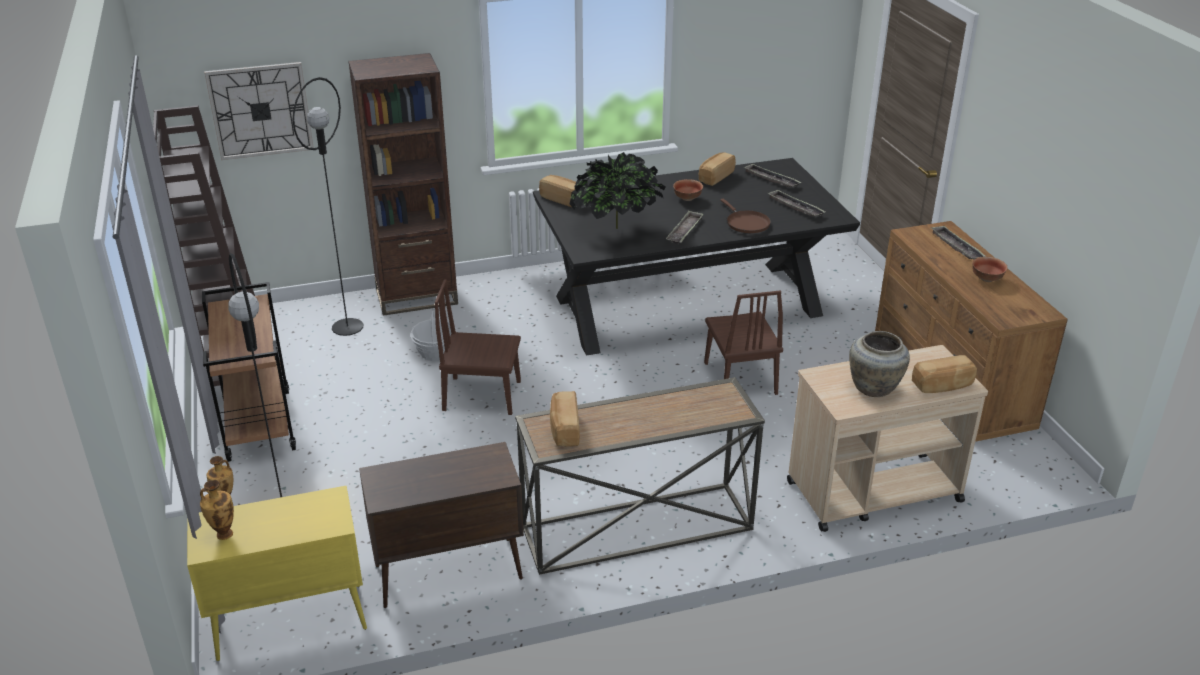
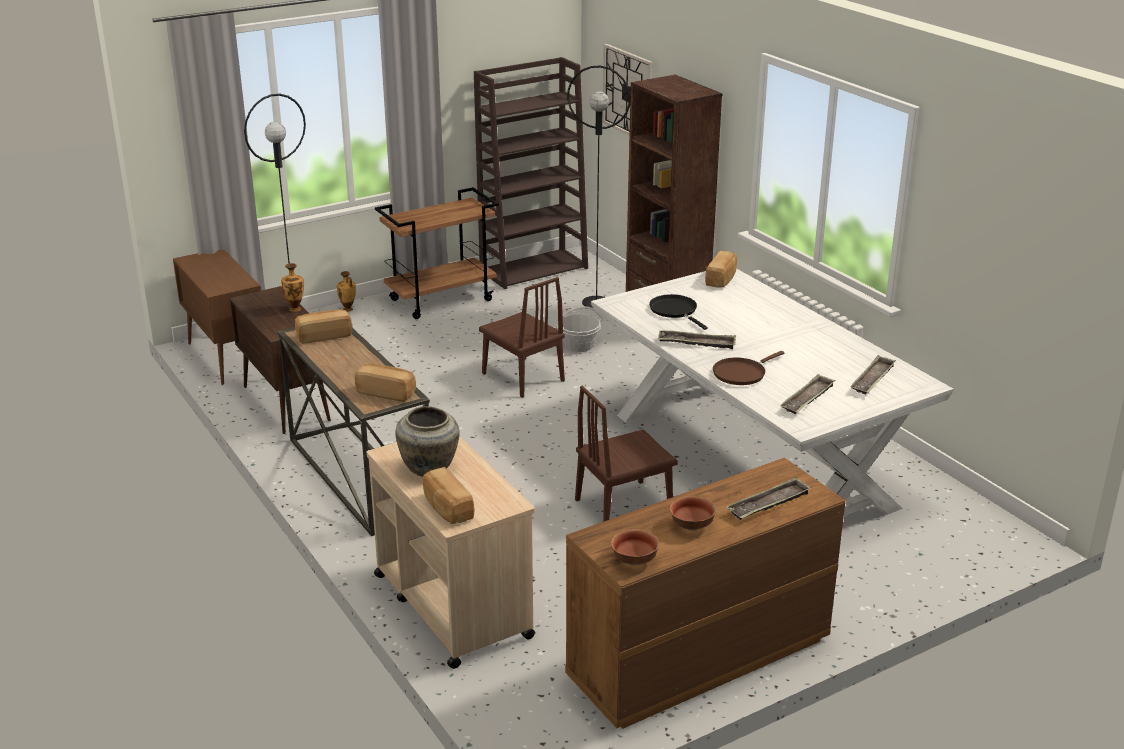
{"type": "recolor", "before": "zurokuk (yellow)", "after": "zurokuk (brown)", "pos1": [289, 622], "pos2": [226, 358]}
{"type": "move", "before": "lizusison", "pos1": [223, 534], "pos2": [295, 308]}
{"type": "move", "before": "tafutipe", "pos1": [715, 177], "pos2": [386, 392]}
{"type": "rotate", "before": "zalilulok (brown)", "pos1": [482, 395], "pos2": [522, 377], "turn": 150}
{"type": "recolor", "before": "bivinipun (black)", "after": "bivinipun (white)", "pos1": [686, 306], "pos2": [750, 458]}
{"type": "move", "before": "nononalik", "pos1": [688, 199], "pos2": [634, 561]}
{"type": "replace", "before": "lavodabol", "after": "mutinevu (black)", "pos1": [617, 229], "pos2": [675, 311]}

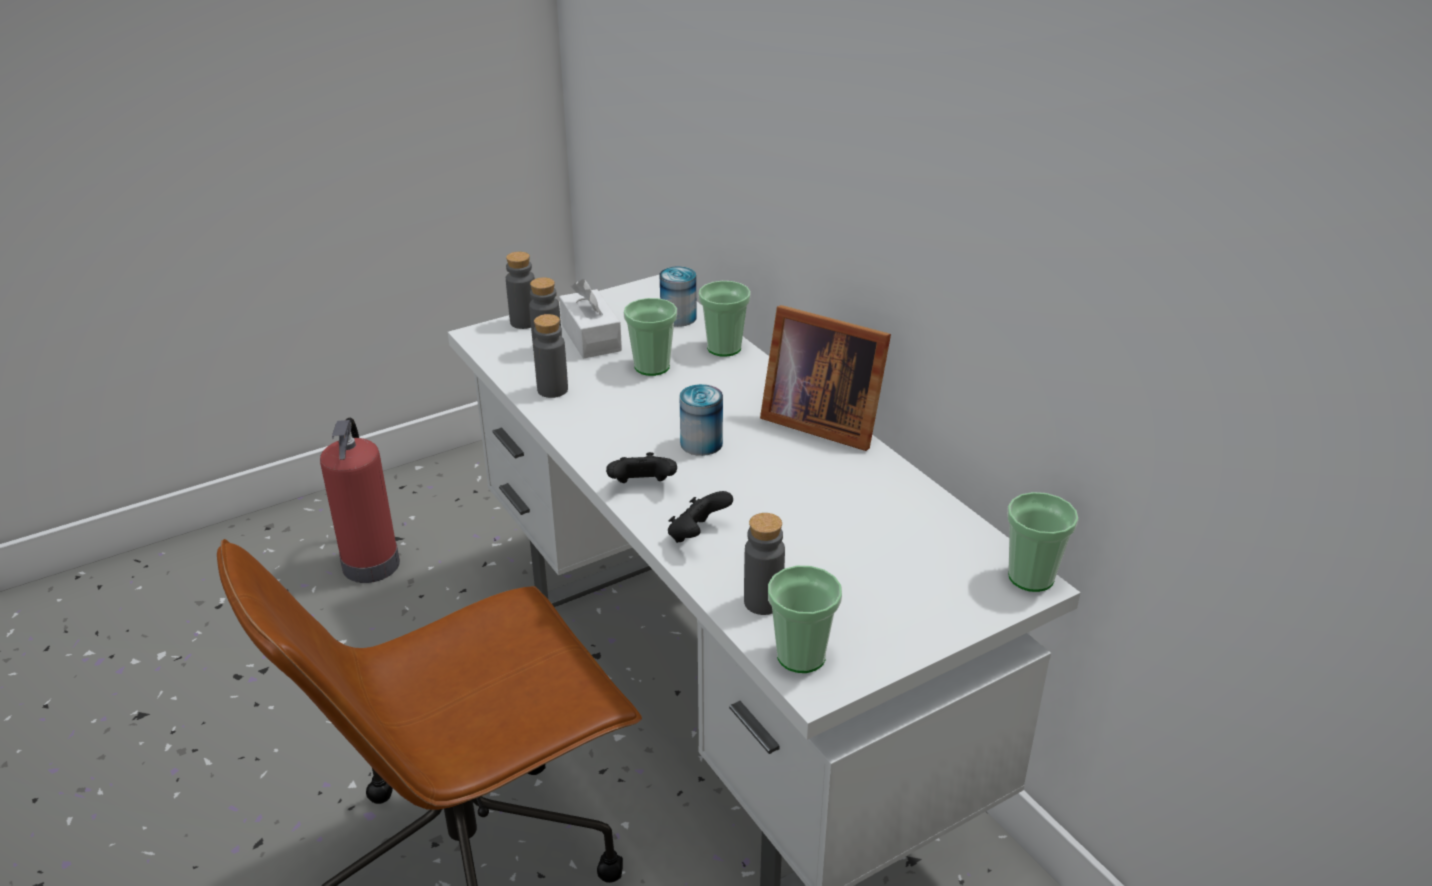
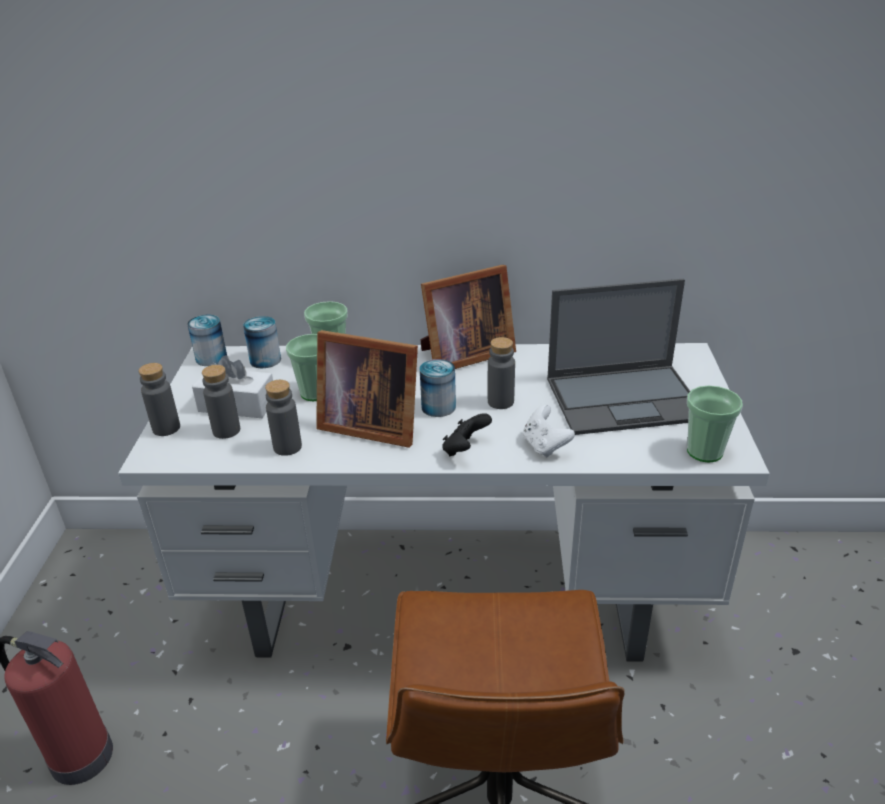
{"type": "insert", "after": "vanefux", "pos2": [211, 358]}
{"type": "insert", "after": "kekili", "pos2": [368, 424]}
{"type": "move", "before": "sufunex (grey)", "pos1": [763, 602], "pos2": [500, 402]}
{"type": "recolor", "before": "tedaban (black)", "after": "tedaban (white)", "pos1": [697, 535], "pos2": [545, 446]}
{"type": "insert", "after": "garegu", "pos2": [625, 399]}
{"type": "delete", "before": "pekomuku", "pos1": [1031, 577]}

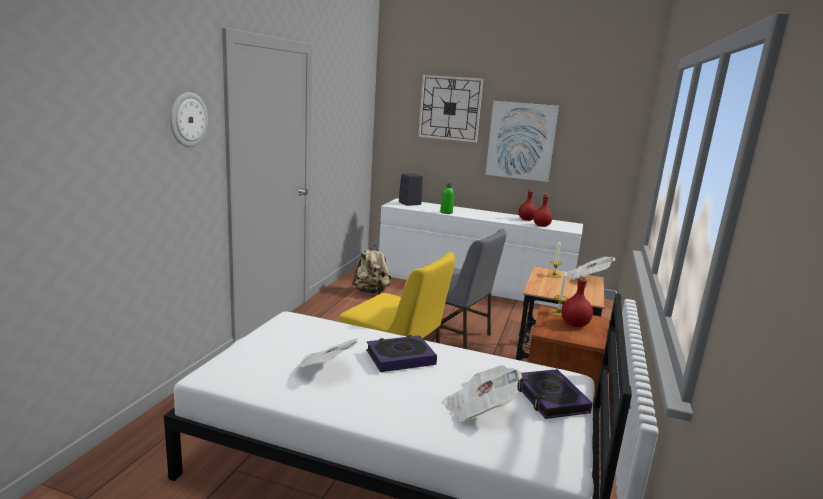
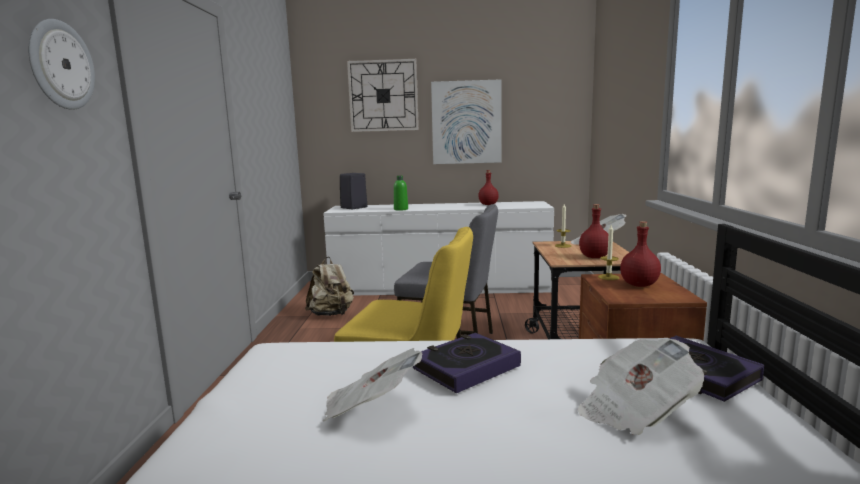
{"type": "move", "before": "sufunex (red)", "pos1": [541, 225], "pos2": [593, 257]}

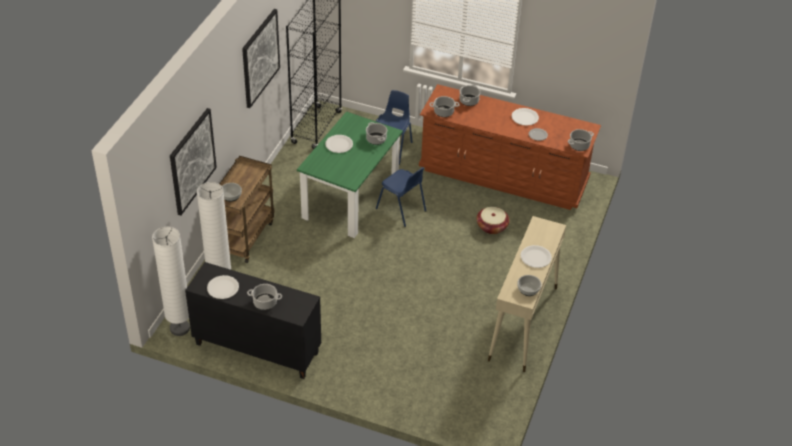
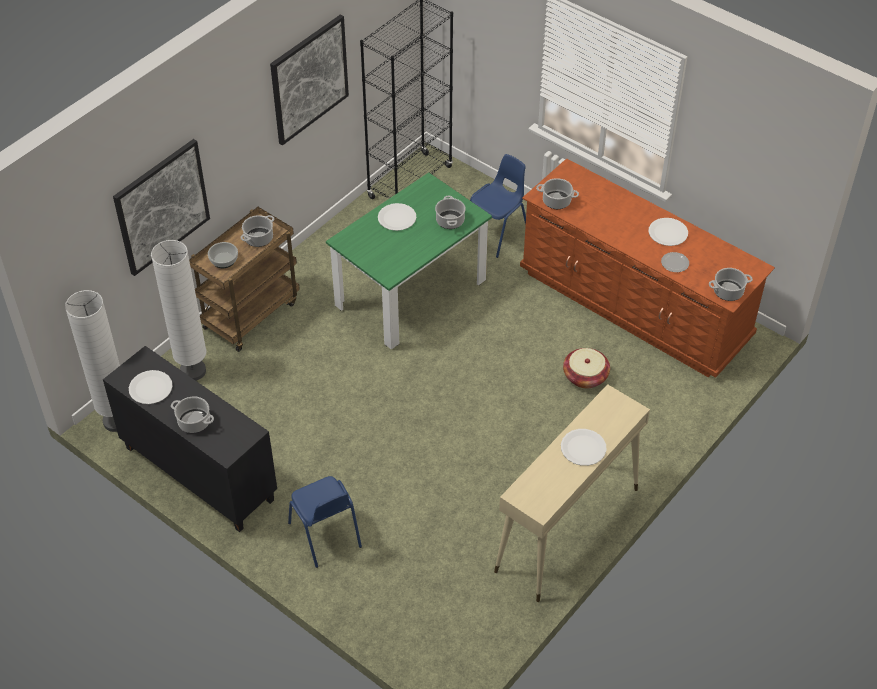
{"type": "move", "before": "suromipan", "pos1": [469, 101], "pos2": [258, 239]}
{"type": "move", "before": "zalilulok (blue)", "pos1": [401, 210], "pos2": [325, 535]}
{"type": "delete", "before": "nononalik", "pos1": [528, 289]}

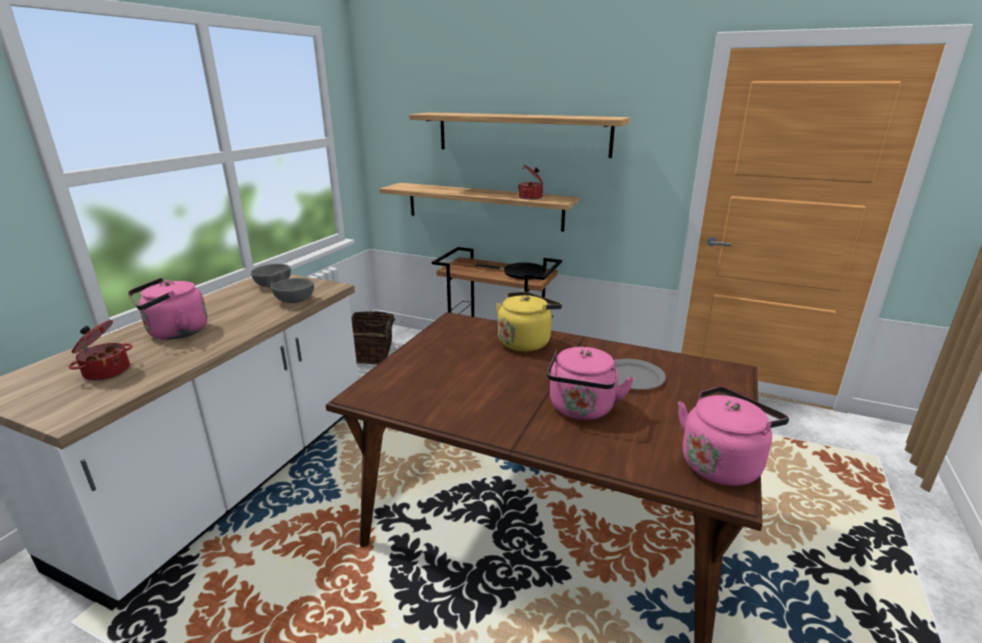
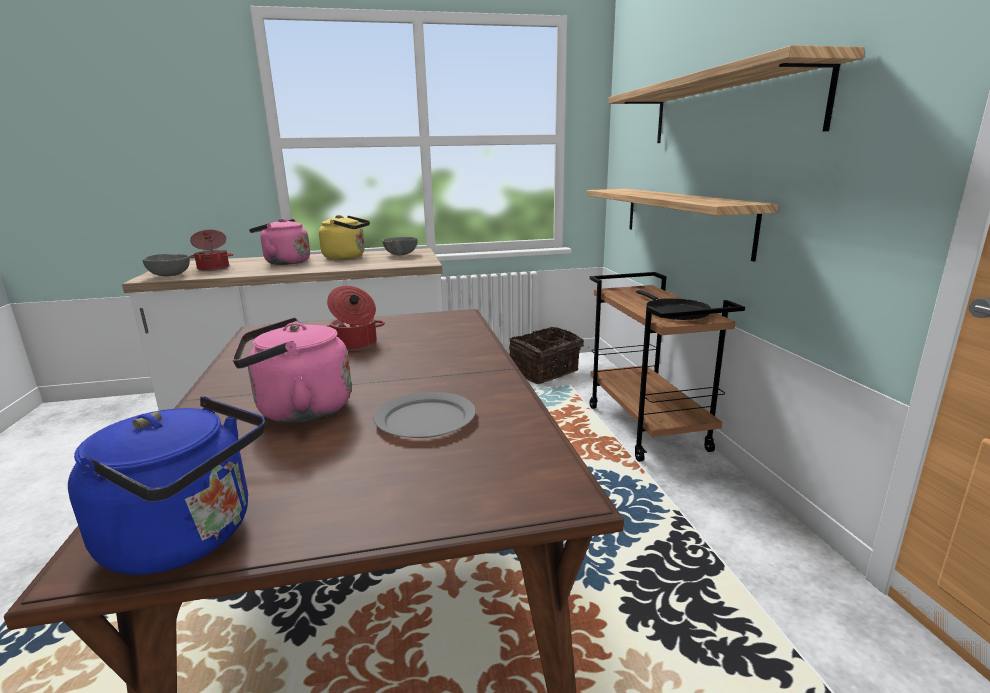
{"type": "recolor", "before": "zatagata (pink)", "after": "zatagata (blue)", "pos1": [722, 463], "pos2": [188, 538]}
{"type": "move", "before": "nononalik (grey)", "pos1": [294, 301], "pos2": [170, 275]}
{"type": "move", "before": "zatagata (yellow)", "pos1": [526, 342], "pos2": [347, 257]}
{"type": "move", "before": "suromipan", "pos1": [531, 197], "pos2": [355, 345]}

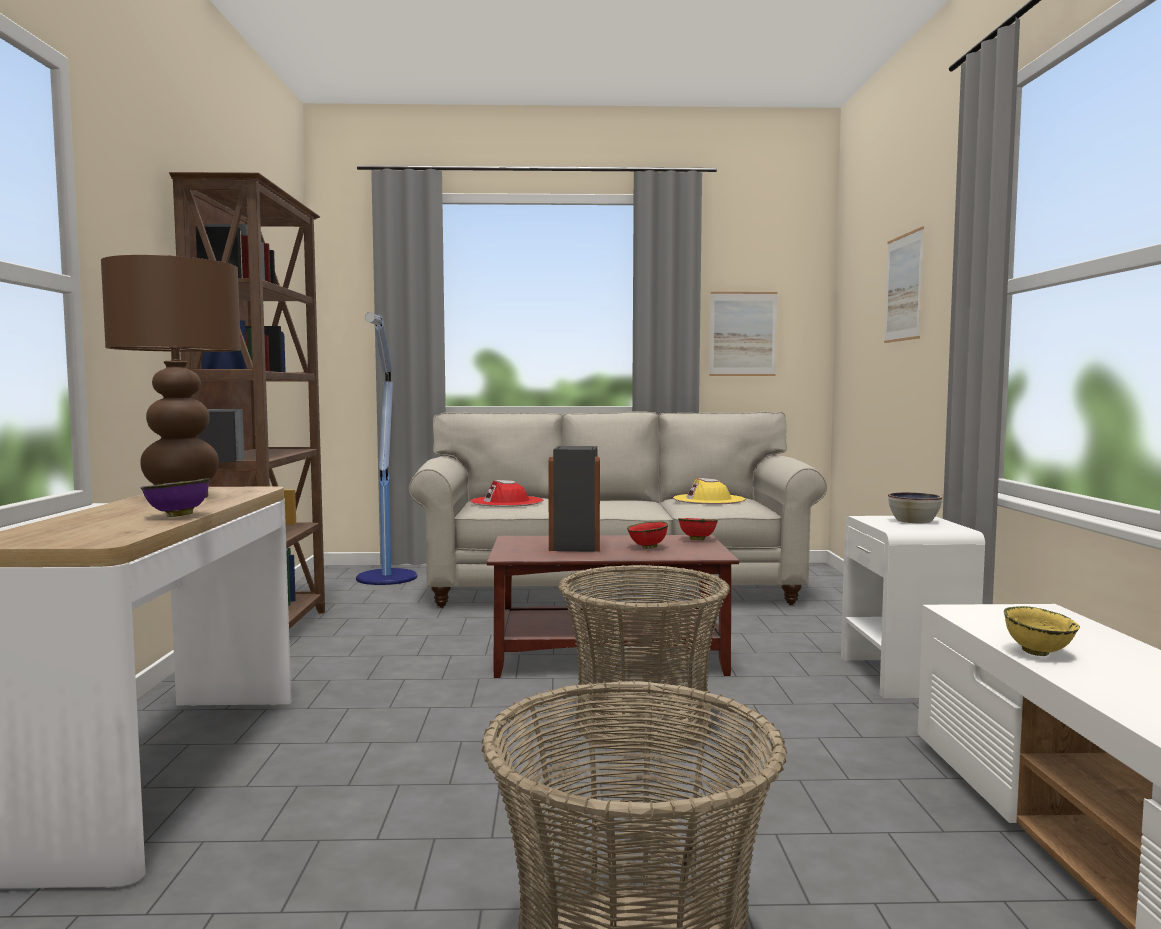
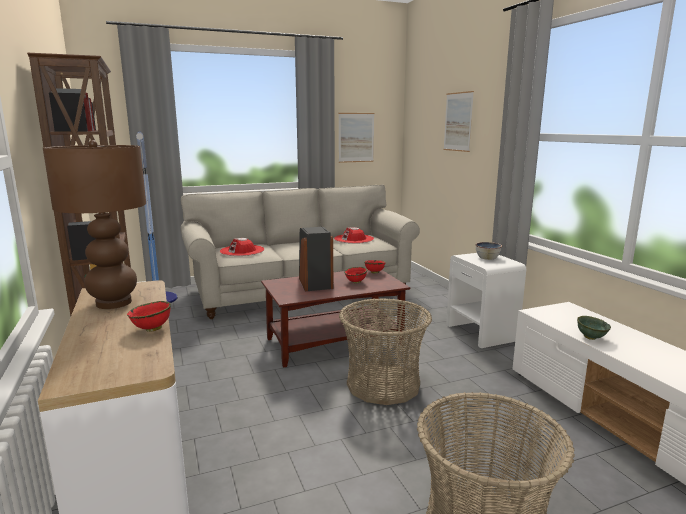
{"type": "recolor", "before": "nononalik (purple)", "after": "nononalik (red)", "pos1": [177, 516], "pos2": [152, 329]}
{"type": "recolor", "before": "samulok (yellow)", "after": "samulok (red)", "pos1": [709, 499], "pos2": [354, 239]}
{"type": "recolor", "before": "nononalik (yellow)", "after": "nononalik (green)", "pos1": [1038, 653], "pos2": [591, 337]}

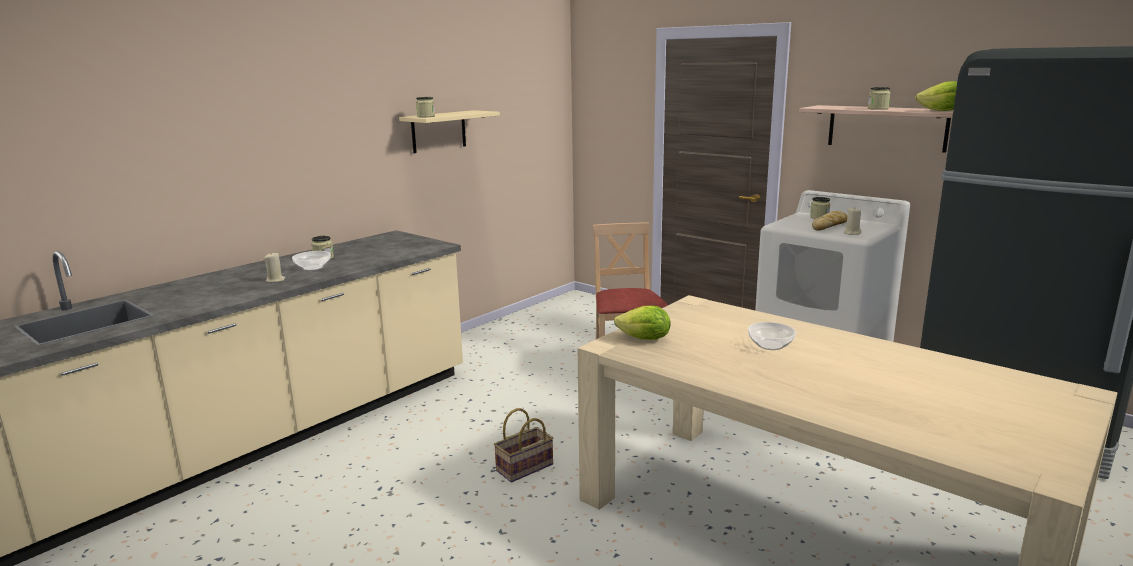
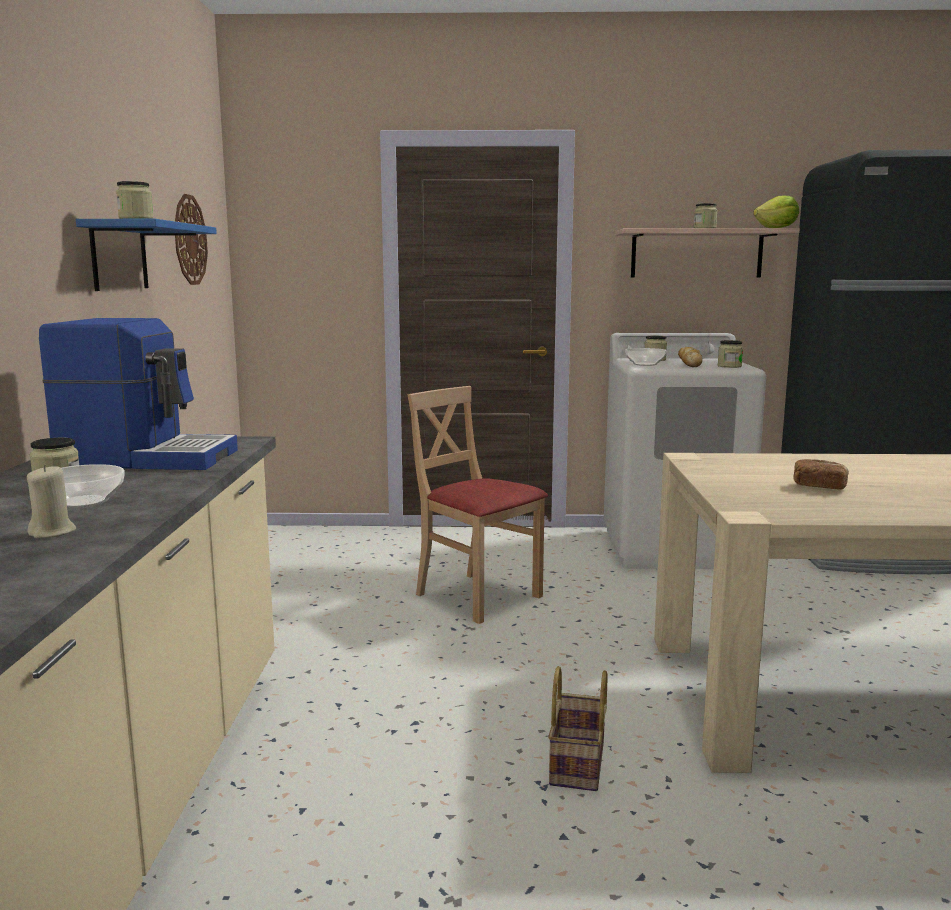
{"type": "insert", "after": "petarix", "pos2": [148, 458]}
{"type": "recolor", "before": "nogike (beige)", "after": "nogike (blue)", "pos1": [438, 131], "pos2": [119, 256]}
{"type": "insert", "after": "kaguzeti", "pos2": [189, 240]}
{"type": "move", "before": "nononalik", "pos1": [771, 345], "pos2": [645, 364]}
{"type": "replace", "before": "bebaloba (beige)", "after": "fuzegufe", "pos1": [852, 233], "pos2": [729, 366]}
{"type": "insert", "after": "tafutipe", "pos2": [819, 487]}
{"type": "delete", "before": "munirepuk", "pos1": [645, 339]}

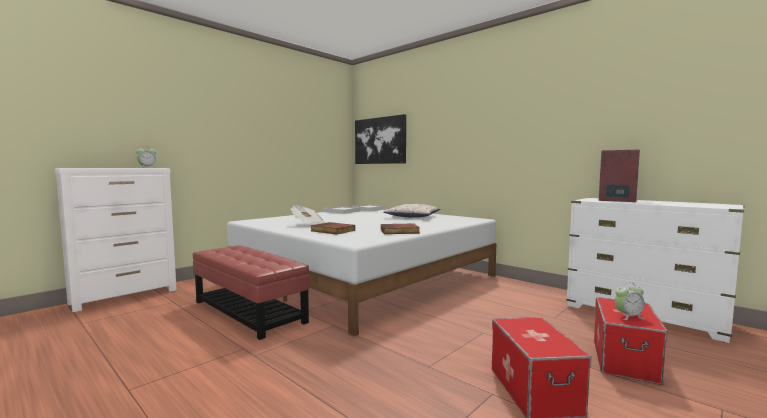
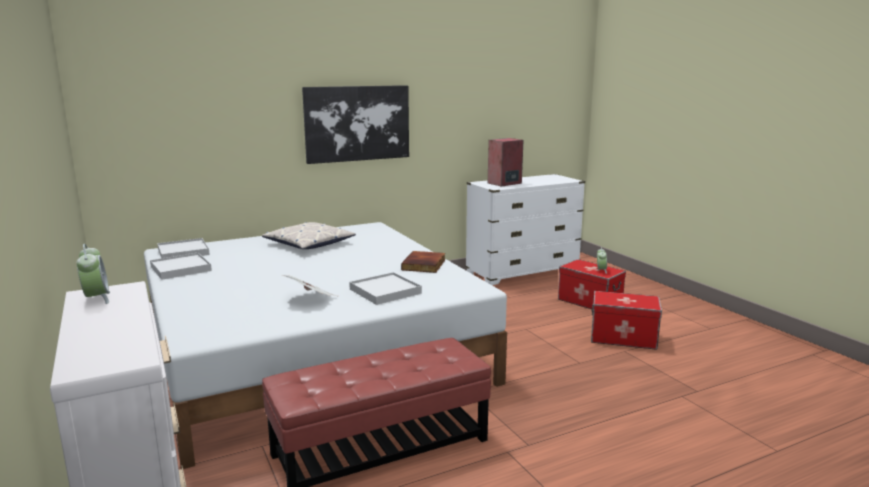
{"type": "move", "before": "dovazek", "pos1": [380, 140], "pos2": [357, 123]}
{"type": "replace", "before": "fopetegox", "after": "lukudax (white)", "pos1": [332, 231], "pos2": [385, 291]}

